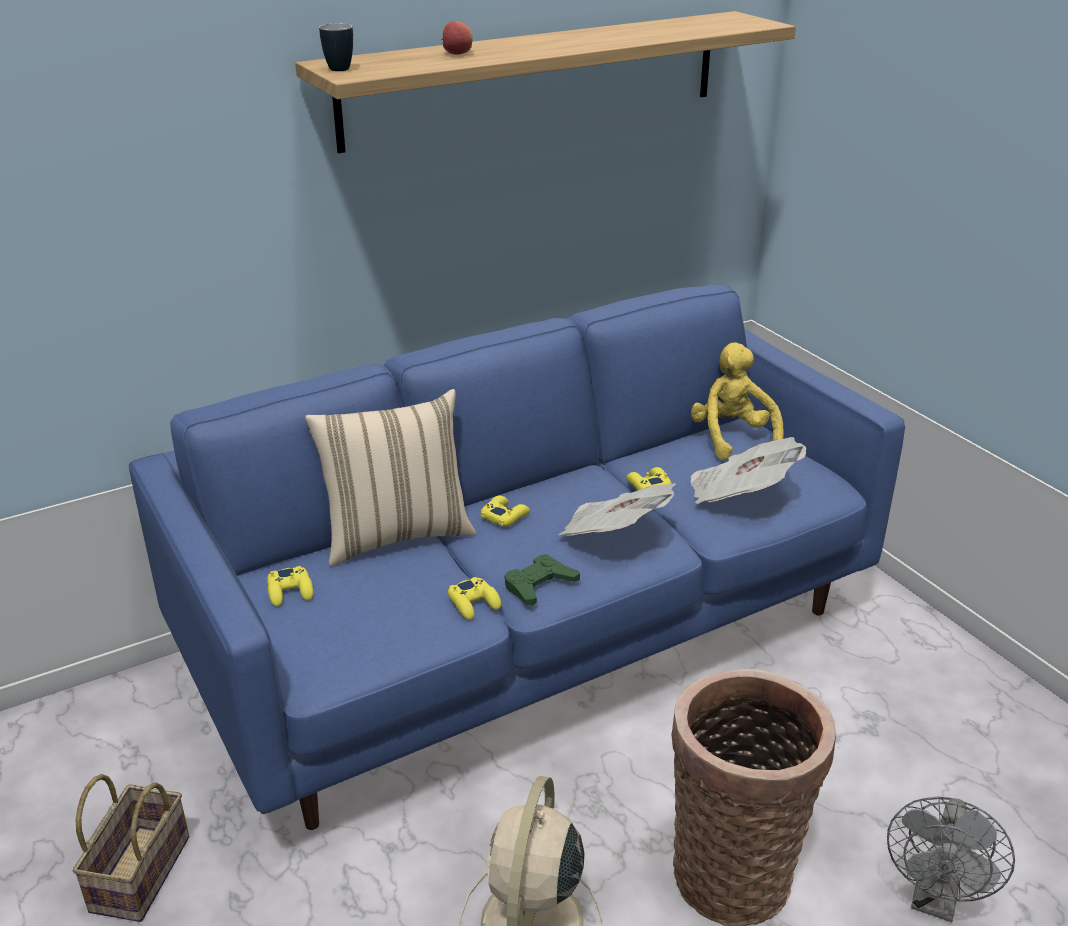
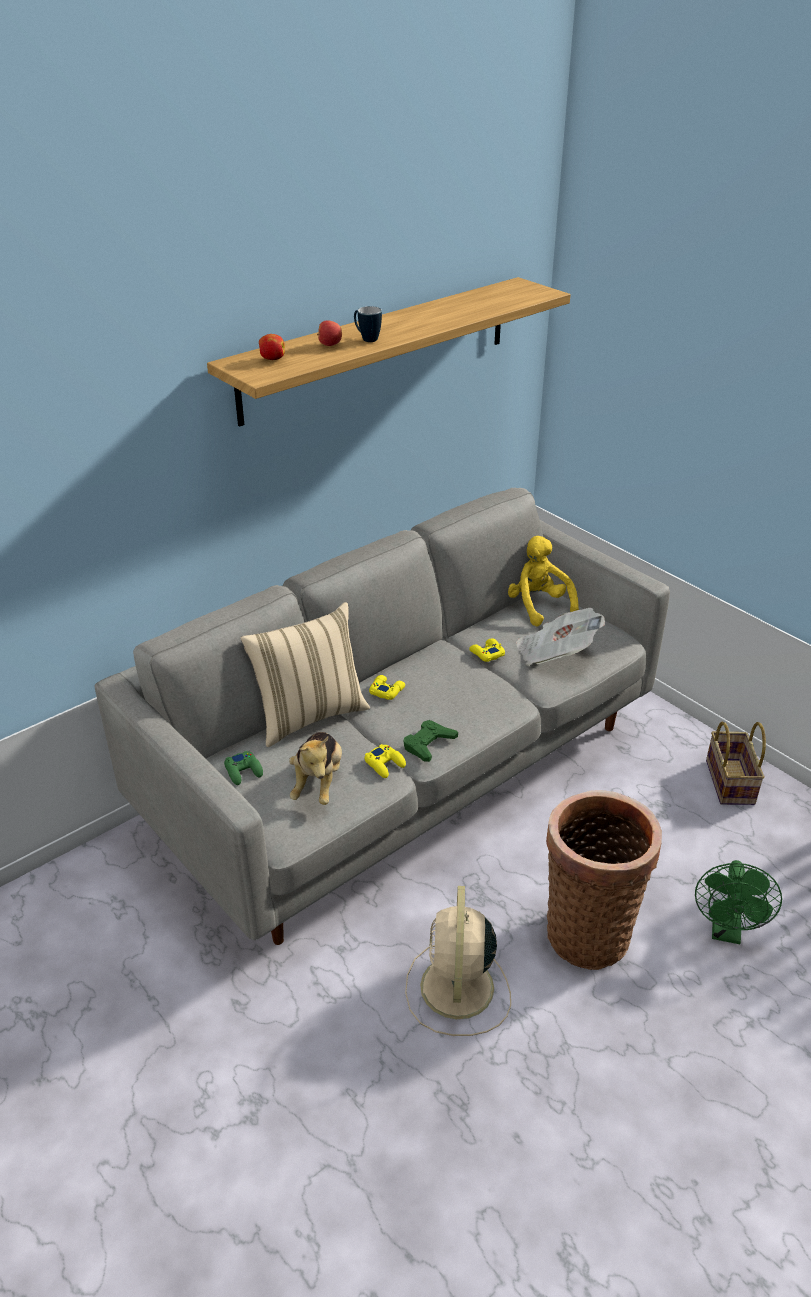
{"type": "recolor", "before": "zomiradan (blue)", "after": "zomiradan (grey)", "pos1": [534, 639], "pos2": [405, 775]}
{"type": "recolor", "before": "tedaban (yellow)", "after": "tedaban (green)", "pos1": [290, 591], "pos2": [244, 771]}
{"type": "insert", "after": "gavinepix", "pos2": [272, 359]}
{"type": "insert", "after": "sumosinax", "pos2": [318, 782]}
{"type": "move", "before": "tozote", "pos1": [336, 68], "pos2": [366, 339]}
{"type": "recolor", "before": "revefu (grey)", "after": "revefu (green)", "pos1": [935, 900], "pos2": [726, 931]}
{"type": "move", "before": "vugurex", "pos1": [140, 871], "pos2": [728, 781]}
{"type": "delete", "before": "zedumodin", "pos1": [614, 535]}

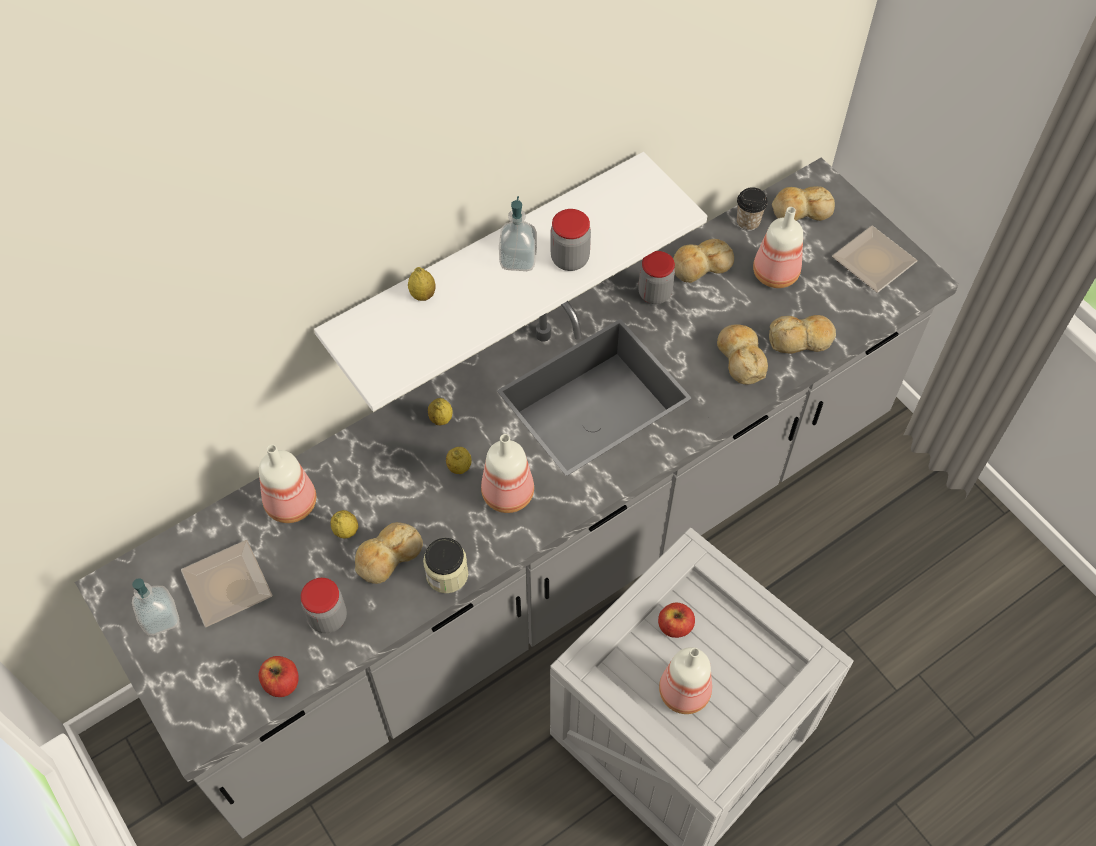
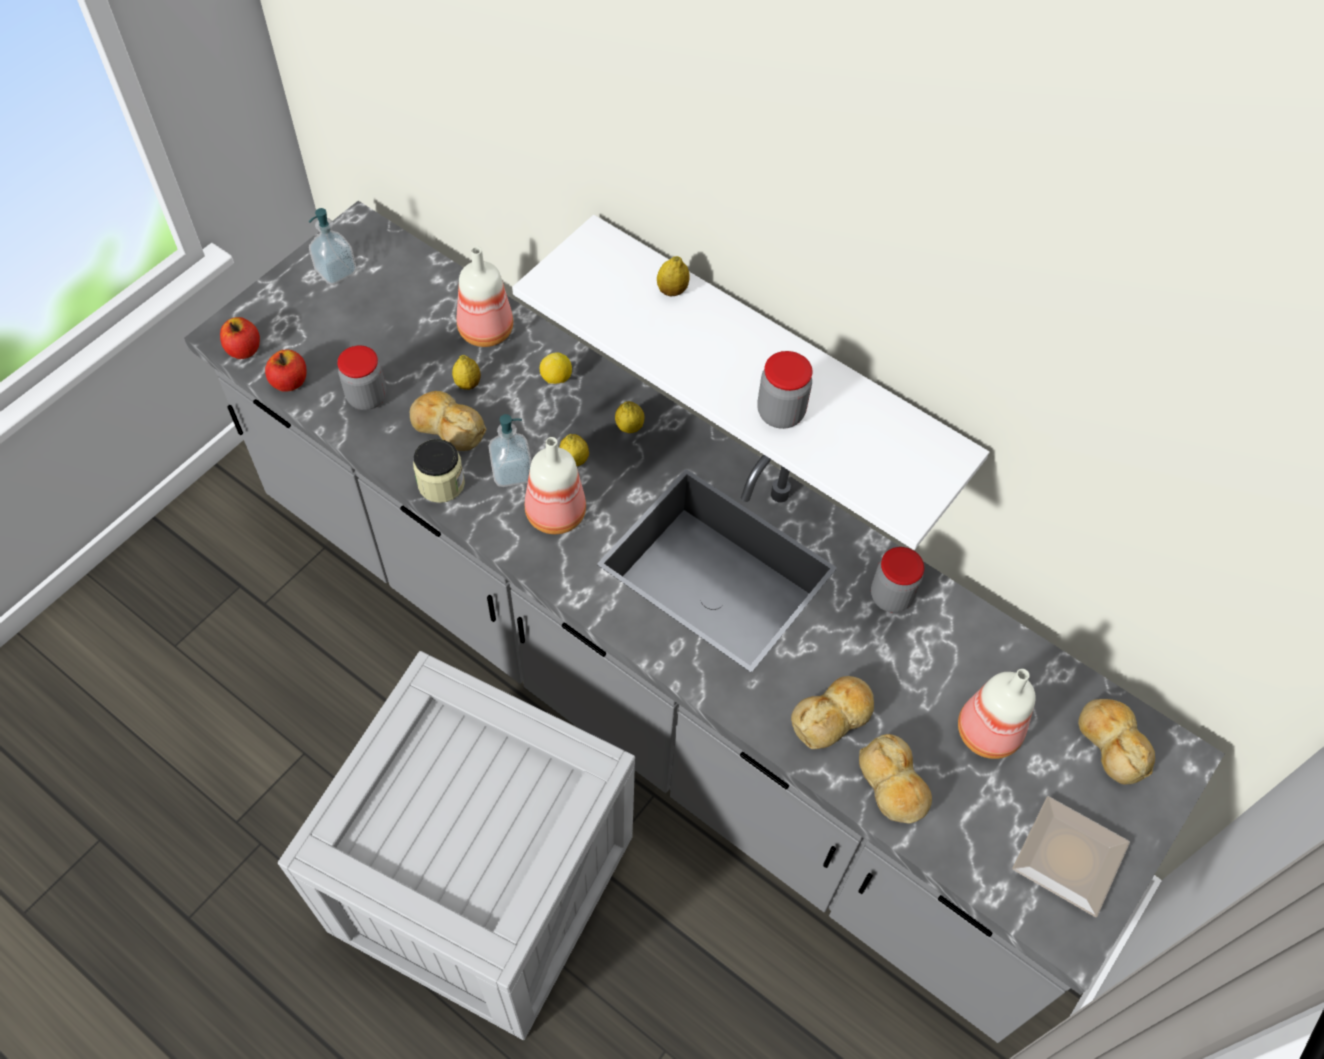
{"type": "move", "before": "gavinepix", "pos1": [675, 626], "pos2": [244, 349]}
{"type": "move", "before": "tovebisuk", "pos1": [518, 259], "pos2": [512, 472]}
{"type": "insert", "after": "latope", "pos2": [556, 378]}
{"type": "delete", "before": "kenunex", "pos1": [229, 582]}
{"type": "delete", "before": "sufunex", "pos1": [685, 693]}
{"type": "delete", "before": "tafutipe", "pos1": [700, 266]}
{"type": "delete", "before": "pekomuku", "pos1": [748, 222]}

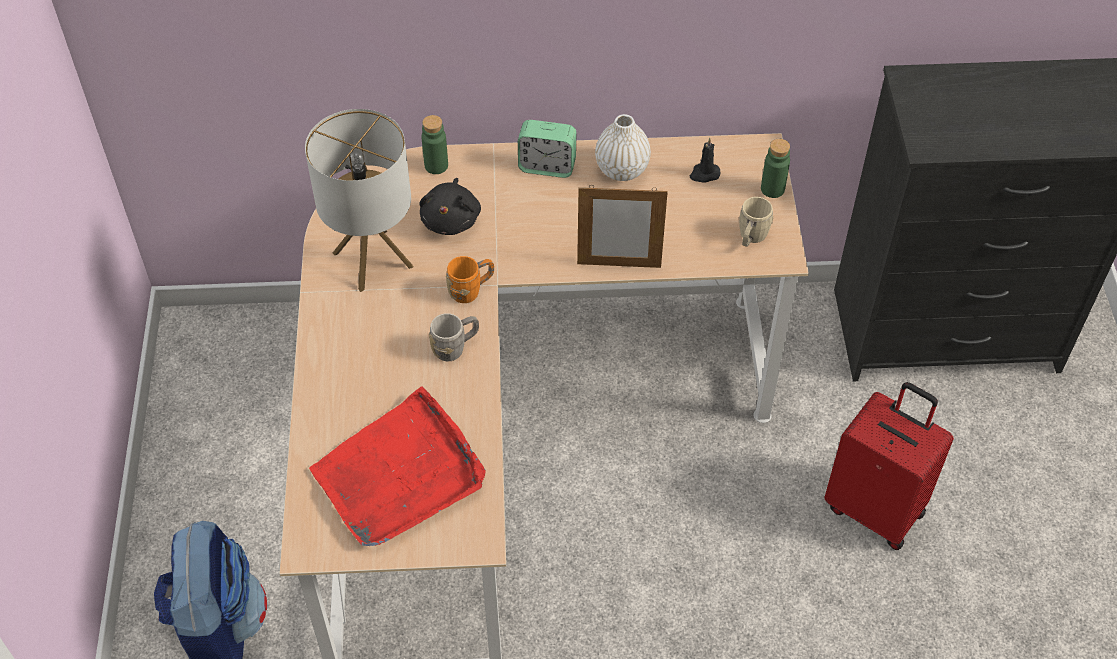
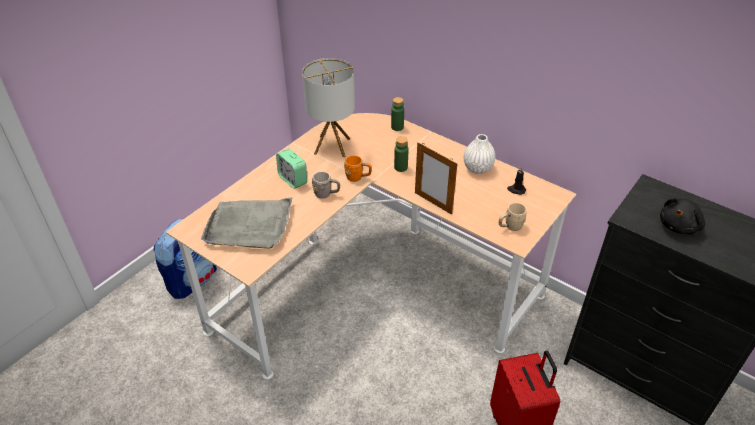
{"type": "recolor", "before": "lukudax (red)", "after": "lukudax (grey)", "pos1": [399, 474], "pos2": [249, 225]}
{"type": "move", "before": "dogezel", "pos1": [547, 166], "pos2": [293, 180]}
{"type": "move", "before": "sufunex (green)", "pos1": [772, 189], "pos2": [400, 167]}
{"type": "move", "before": "sumosinax (black)", "pos1": [451, 219], "pos2": [679, 226]}

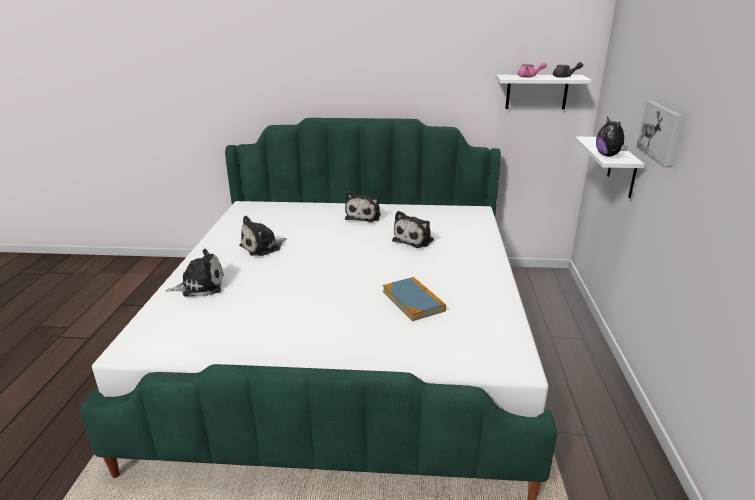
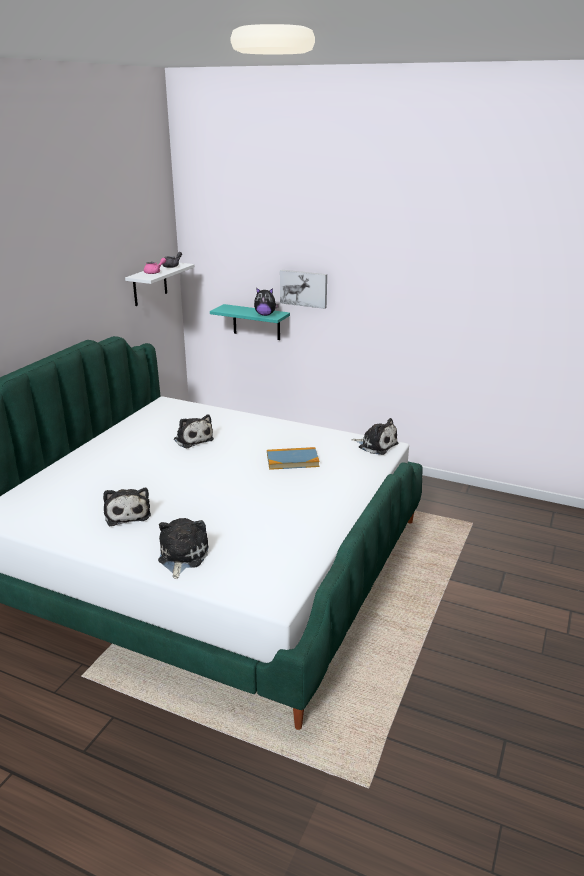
{"type": "recolor", "before": "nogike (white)", "after": "nogike (turquoise)", "pos1": [622, 168], "pos2": [256, 322]}
{"type": "move", "before": "sumosinax", "pos1": [364, 216], "pos2": [376, 445]}

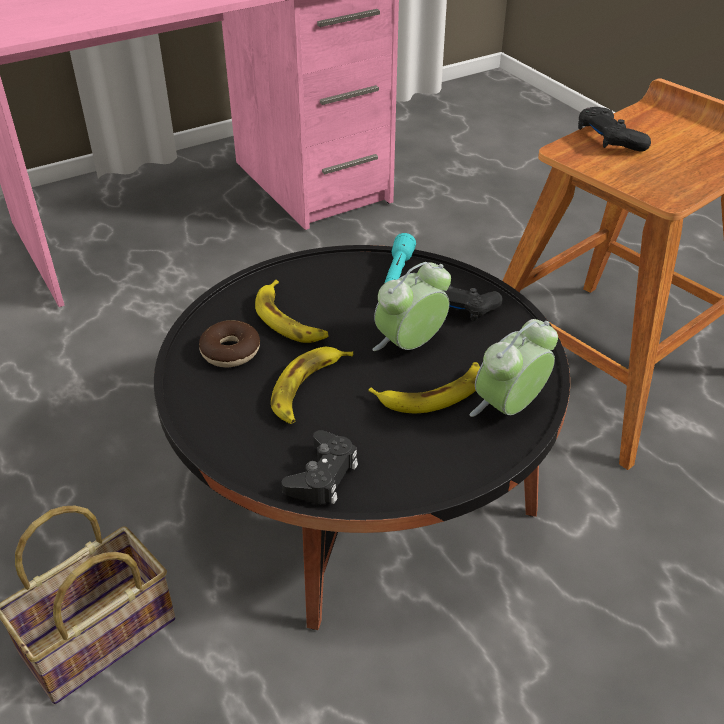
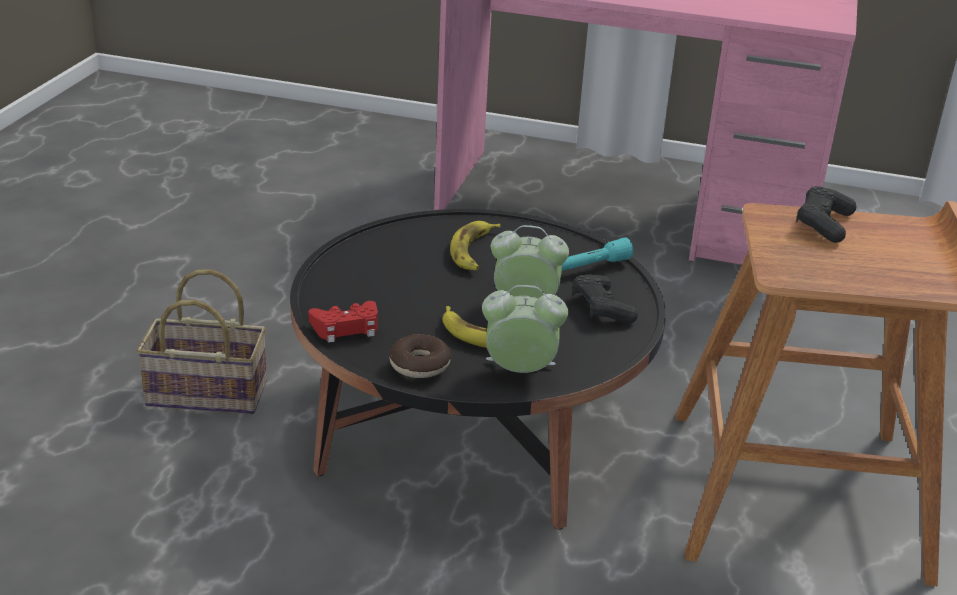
{"type": "recolor", "before": "tedaban (black)", "after": "tedaban (red)", "pos1": [322, 475], "pos2": [346, 328]}
{"type": "move", "before": "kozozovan", "pos1": [230, 351], "pos2": [420, 365]}
{"type": "delete", "before": "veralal", "pos1": [308, 389]}

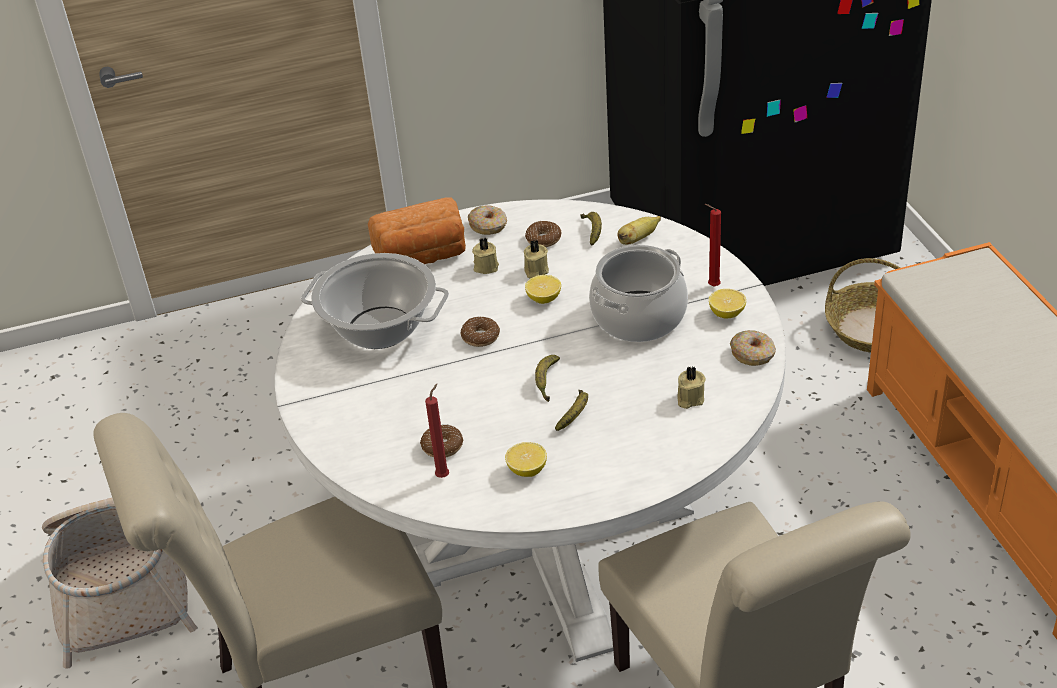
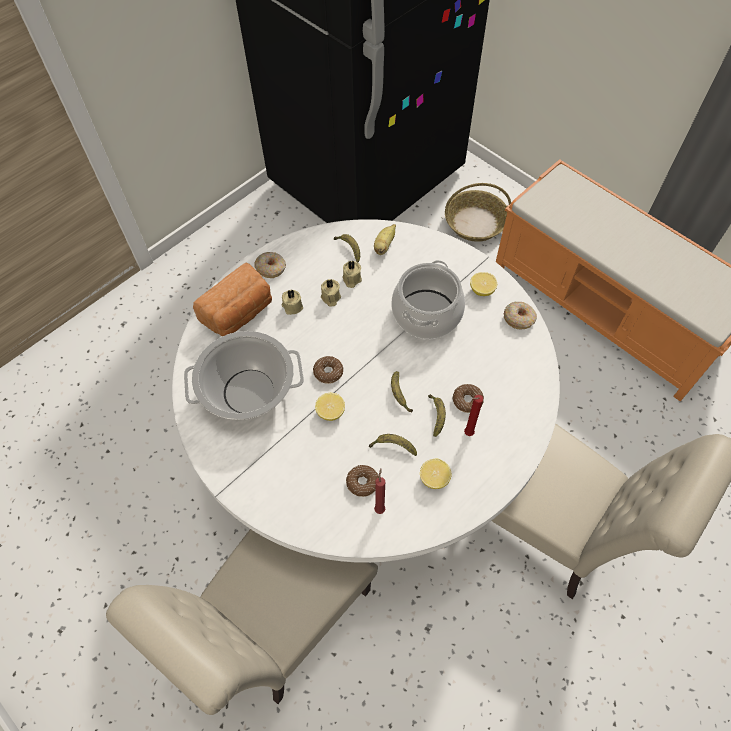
{"type": "move", "before": "latope", "pos1": [544, 299], "pos2": [330, 412]}
{"type": "move", "before": "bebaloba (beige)", "pos1": [689, 399], "pos2": [351, 279]}
{"type": "insert", "after": "veralal", "pos2": [393, 447]}
{"type": "move", "before": "kozozovan", "pos1": [543, 239], "pos2": [467, 400]}
{"type": "move", "before": "bebaloba (red)", "pos1": [712, 286], "pos2": [467, 434]}
{"type": "delete", "before": "vugurex", "pos1": [123, 585]}

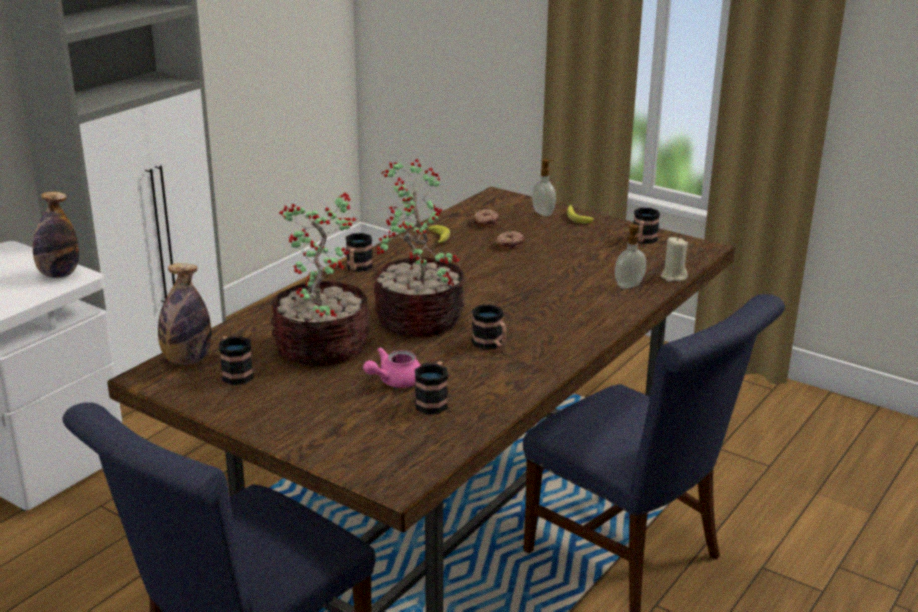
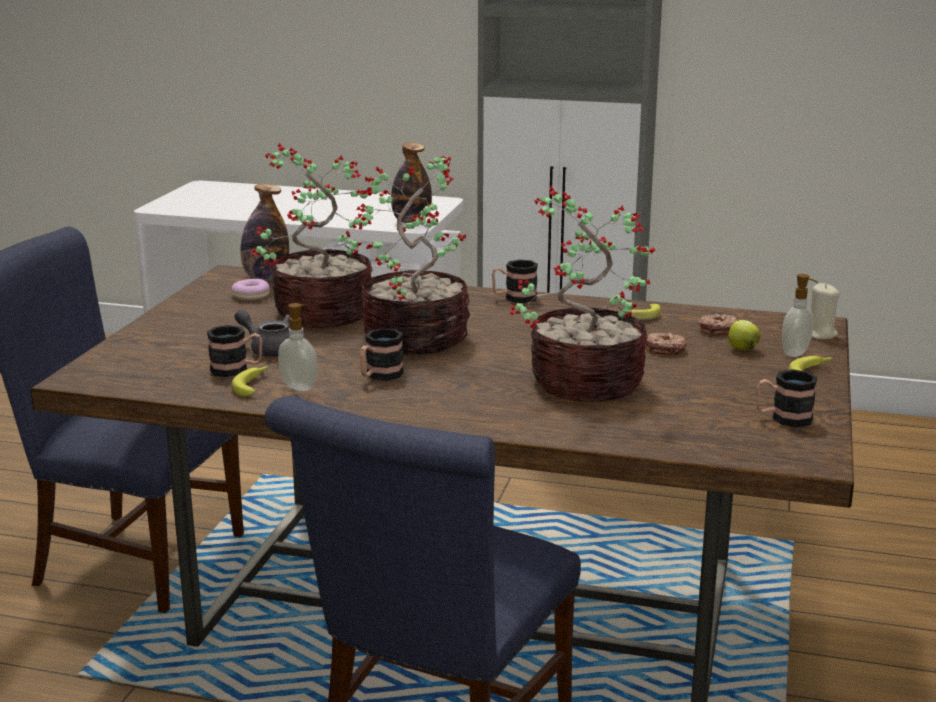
{"type": "insert", "after": "veralal", "pos2": [253, 385]}
{"type": "replace", "before": "tozote", "after": "kozozovan", "pos1": [234, 373], "pos2": [251, 295]}
{"type": "recolor", "before": "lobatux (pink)", "after": "lobatux (grey)", "pos1": [394, 381], "pos2": [269, 349]}
{"type": "move", "before": "tovebisuk", "pos1": [628, 285], "pos2": [300, 387]}
{"type": "insert", "after": "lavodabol", "pos2": [582, 383]}
{"type": "insert", "after": "gavinepix", "pos2": [741, 349]}
{"type": "move", "before": "bebaloba (beige)", "pos1": [673, 277], "pos2": [820, 334]}

